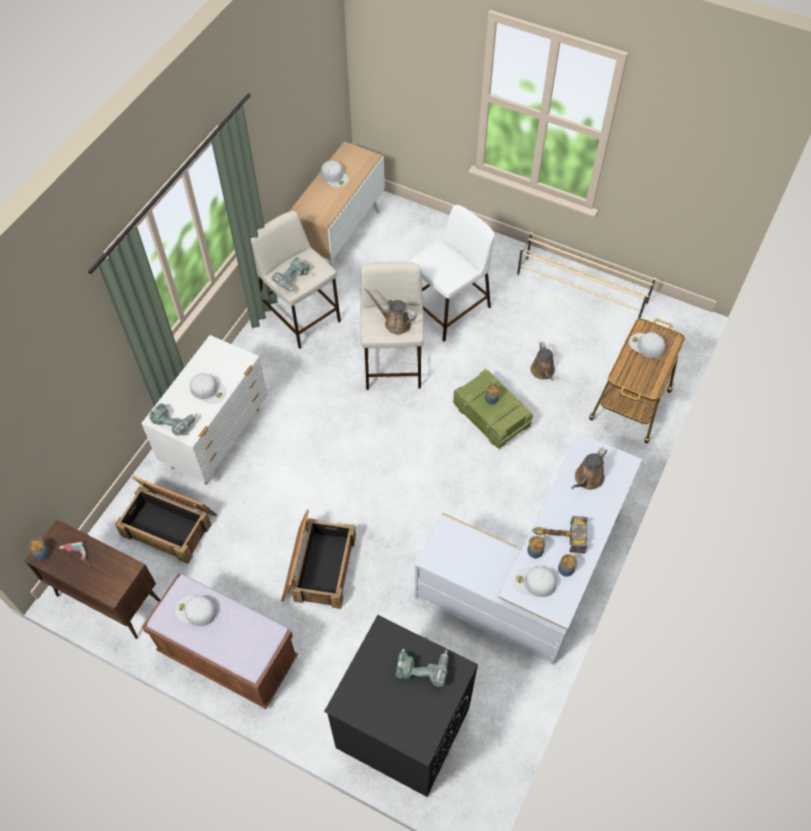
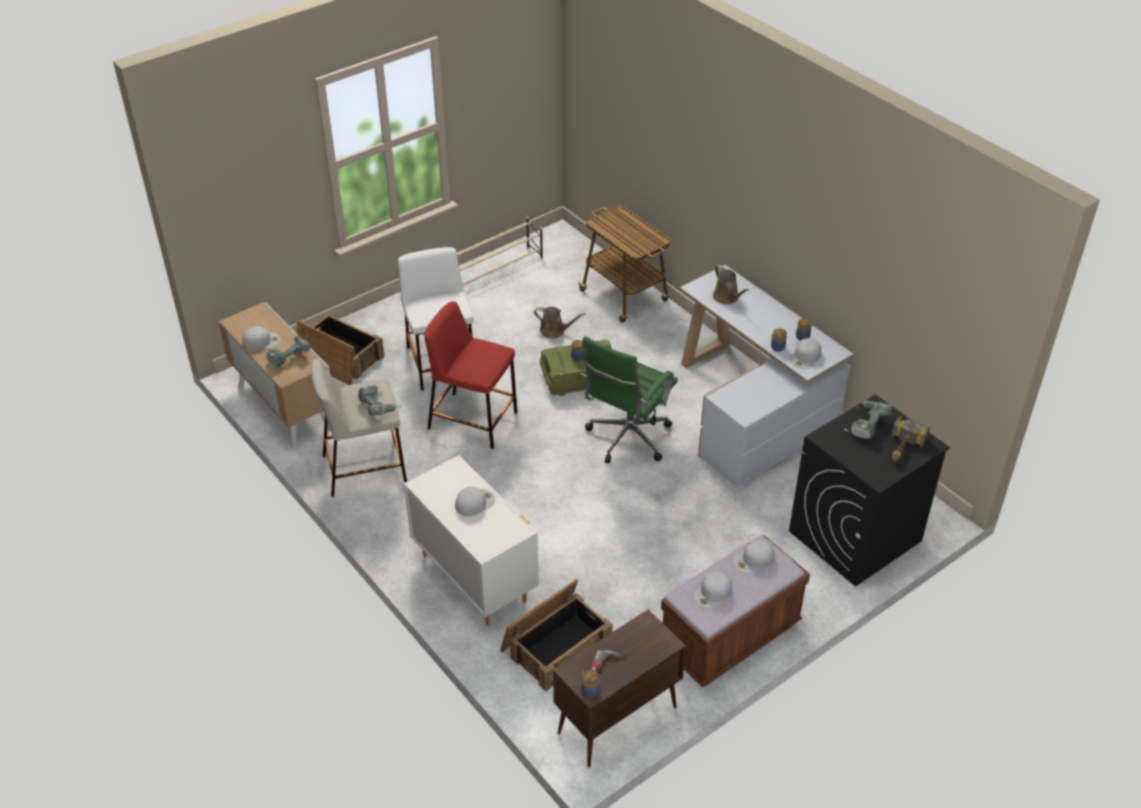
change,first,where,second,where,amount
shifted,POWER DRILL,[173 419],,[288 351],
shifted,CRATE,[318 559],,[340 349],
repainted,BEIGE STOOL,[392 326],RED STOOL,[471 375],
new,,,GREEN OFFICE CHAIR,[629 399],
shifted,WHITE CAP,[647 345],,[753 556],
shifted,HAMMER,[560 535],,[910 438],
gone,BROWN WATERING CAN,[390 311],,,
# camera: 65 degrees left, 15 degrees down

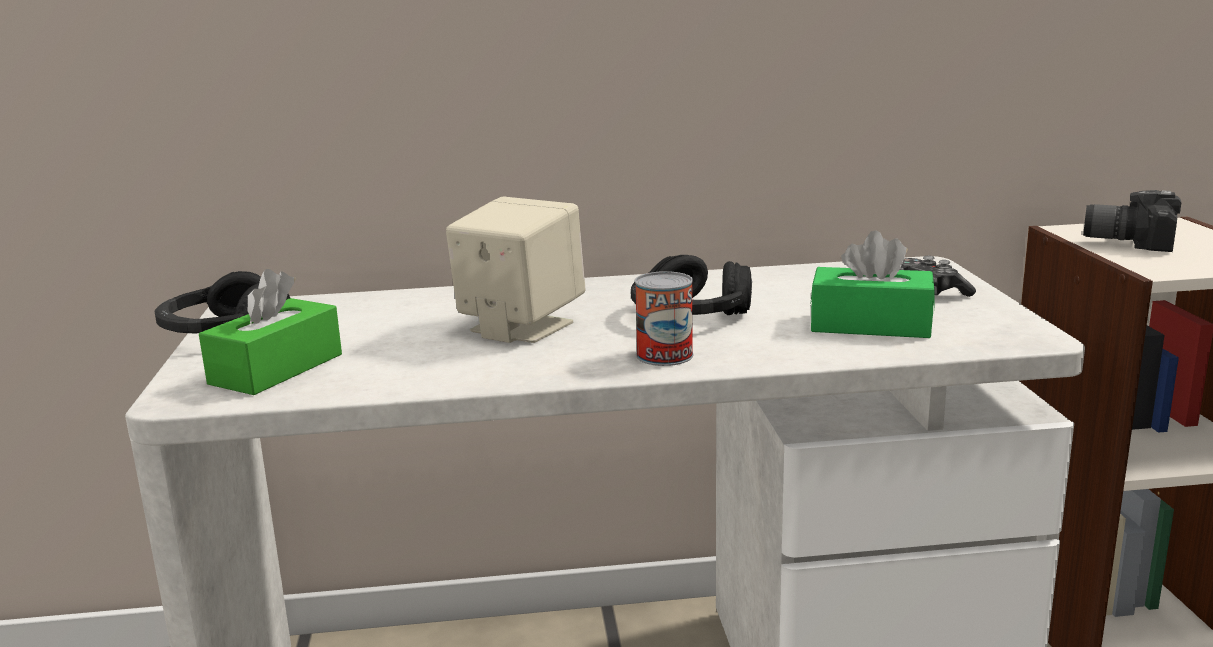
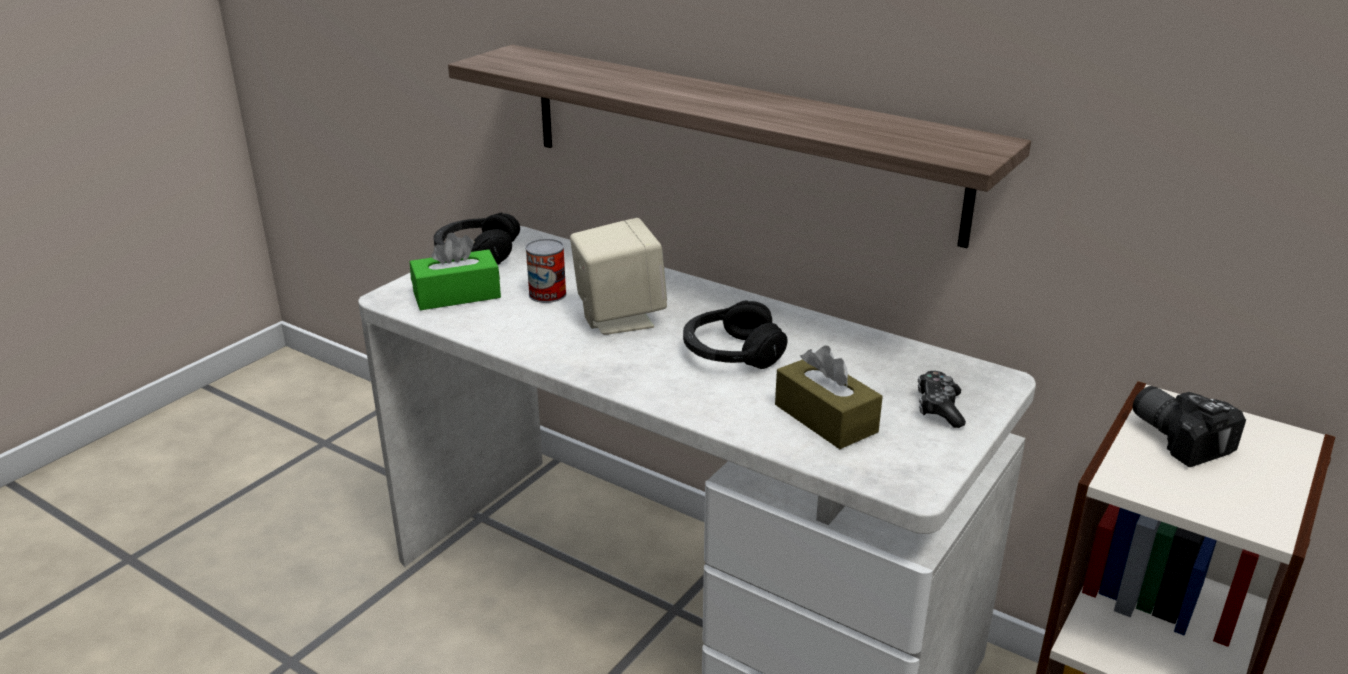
change,first,where,second,where,amount
new,,,SHELF,[739 146],
shifted,CAN,[664 318],,[546 270],
repainted,GREEN TISSUE BOX,[872 284],BROWN TISSUE BOX,[829 397],
# camera: 40 degrees right, 10 degrees up

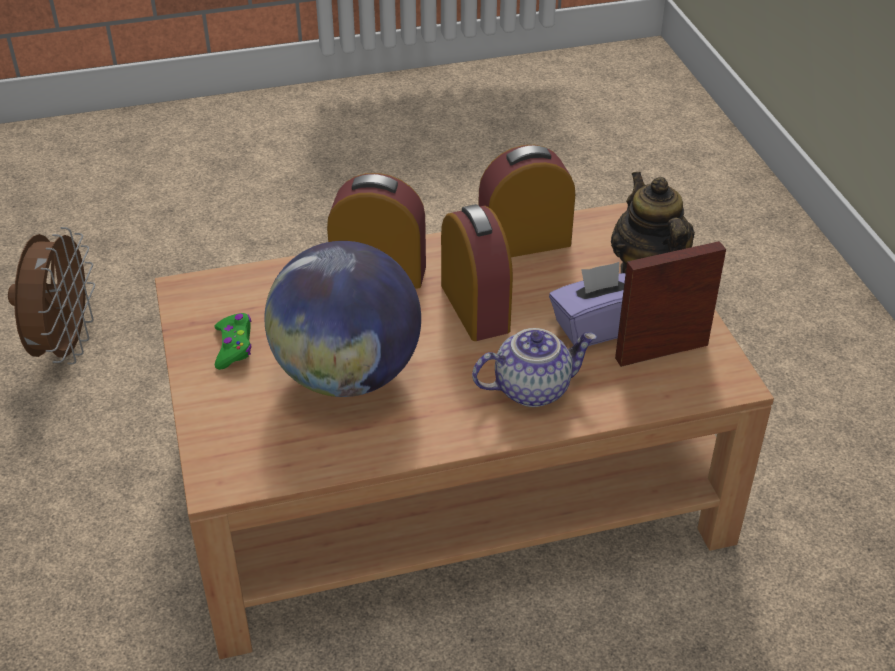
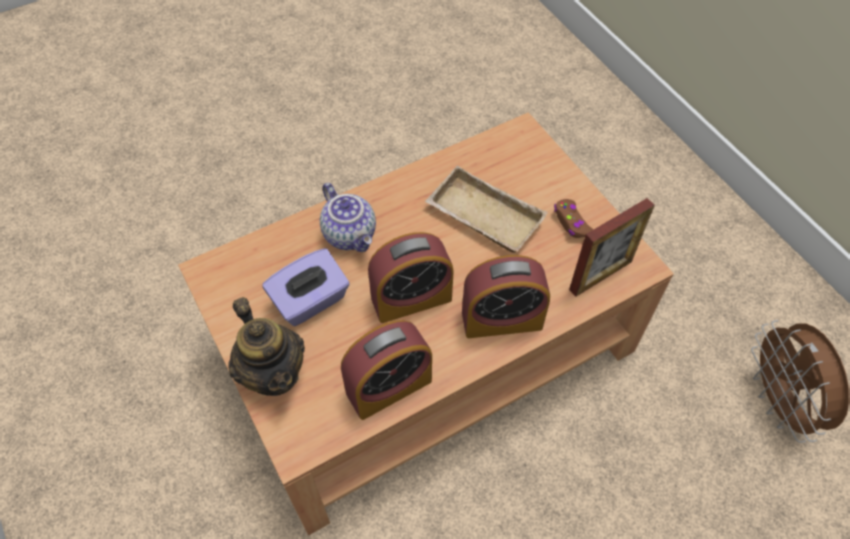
change,first,where,second,where,amount
rotated,TEAPOT,[534 367],,[348 217],90 degrees counterclockwise
rotated,ALARM CLOCK,[477 272],,[411 277],75 degrees counterclockwise
swapped,GLOBE,[342 319],BEIGE TRAY,[486 209],
repainted,GREEN GAME CONTROLLER,[233 341],BROWN GAME CONTROLLER,[573 218],
shifted,PICTURE FRAME,[670 304],,[612 247],
# camera: 165 degrees right, 15 degrees up

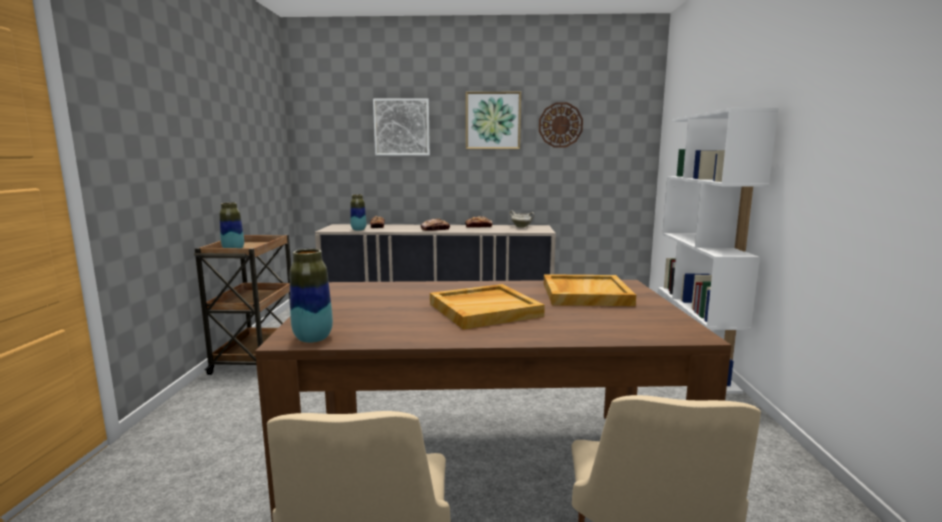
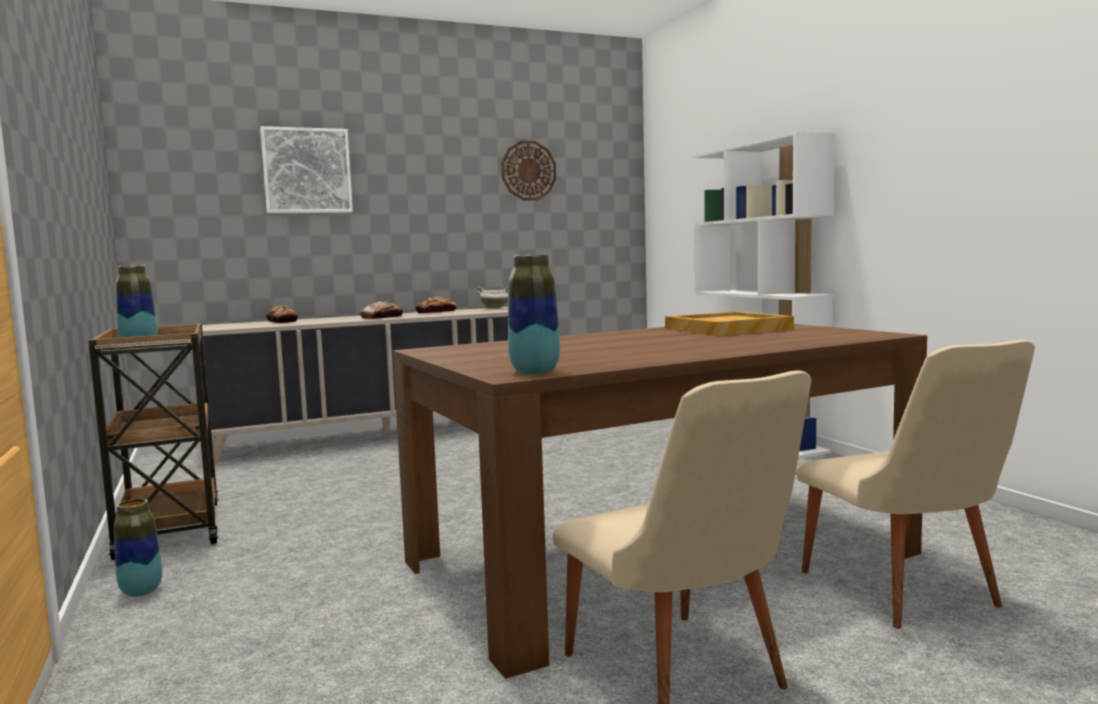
change,first,where,second,where,amount
shifted,VASE,[358 212],,[138 548],
gone,BEIGE TRAY,[487 307],,,
gone,PICTURE,[493 120],,,
# camera: 25 degrees left, 5 degrees down

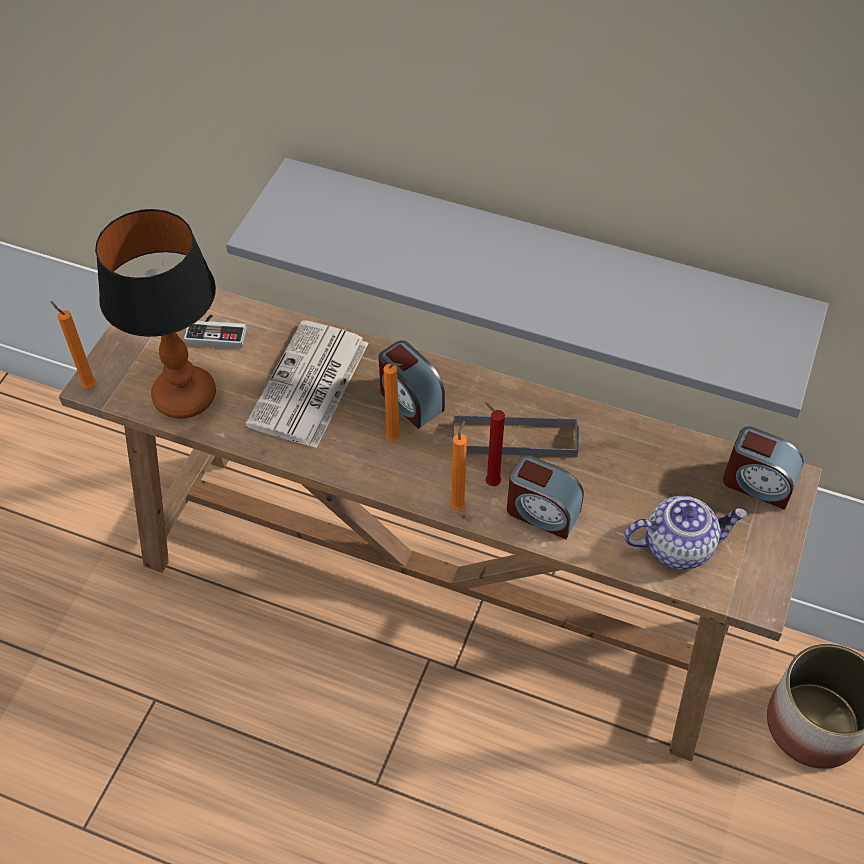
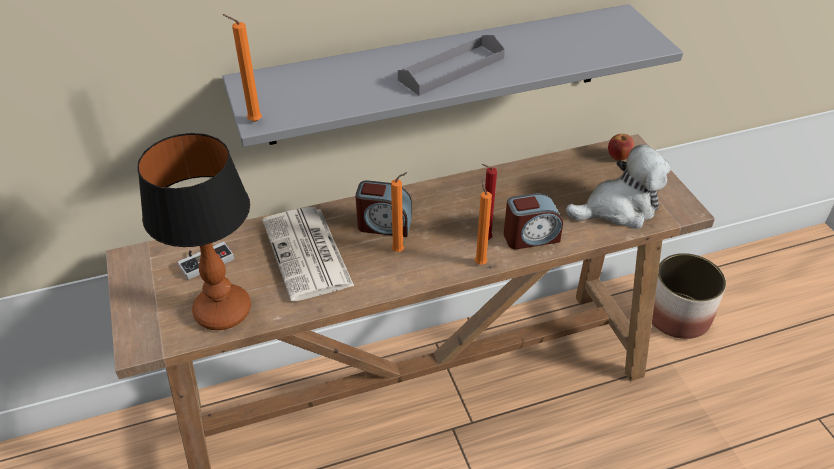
change,first,where,second,where,amount
shifted,ORANGE CANDLE,[73 345],,[242 68],
shifted,GREY TRAY,[515 435],,[451 65],
swapped,TEAPOT,[685 532],PLUSH TOY,[617 186],
swapped,ALARM CLOCK,[763 468],APPLE,[621 147],
# camera: 40 degrees left, 10 degrees down

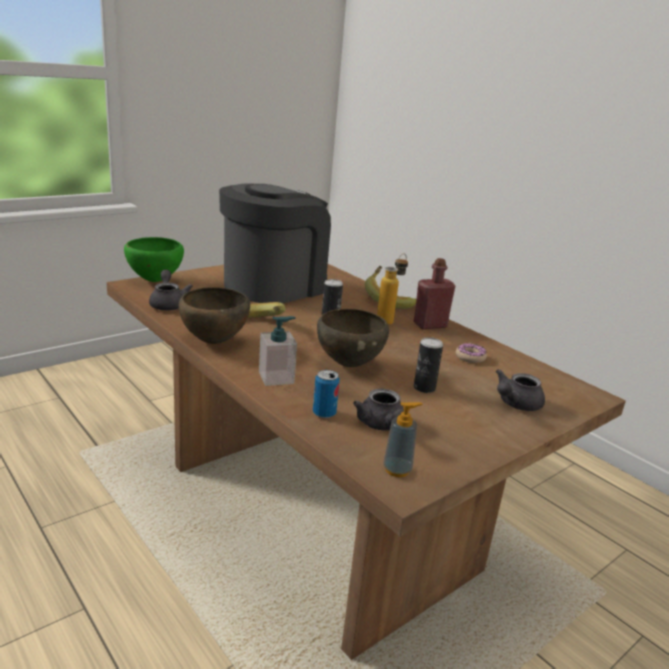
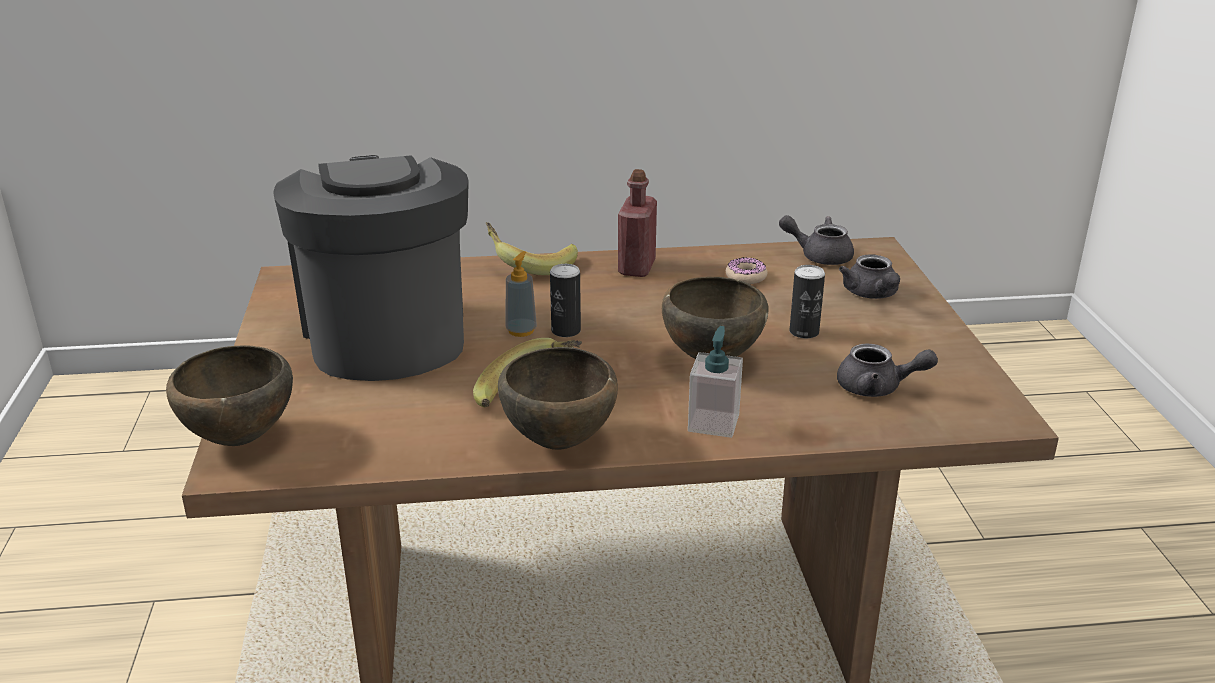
change,first,where,second,where,amount
repainted,GREEN BOWL,[154 259],BROWN BOWL,[229 395],
shifted,SOAP DISPENSER,[403 439],,[521 294],
shifted,GREY TEAPOT,[171 290],,[816 240],
gone,CAN,[326 394],,,
gone,BOTTLE,[392 289],,,
# camera: 55 degrees left, 5 degrees up

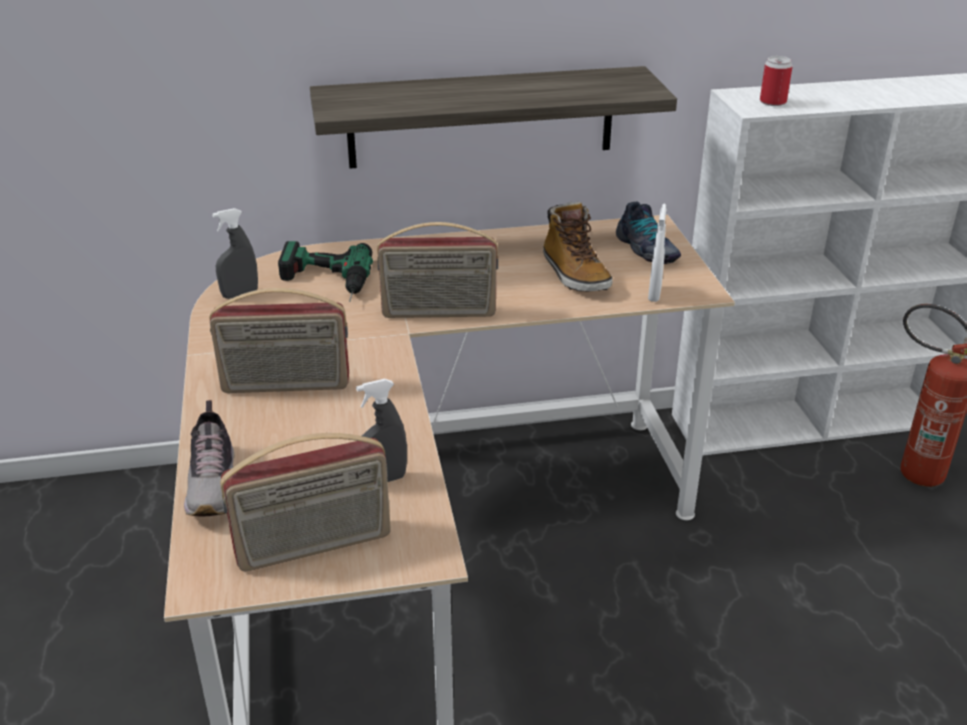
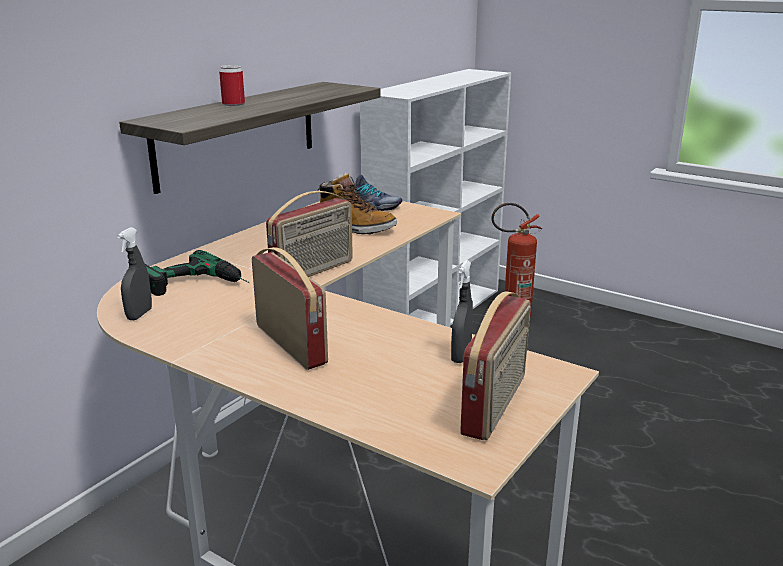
change,first,where,second,where,amount
shifted,CAN,[776 81],,[232 85],
rotated,RADIO,[279 340],,[290 308],75 degrees counterclockwise
gone,SHOE,[209 458],,,
gone,WHITE SPRAY BOTTLE,[657 253],,,
# camera: 45 degrees left, 10 degrees down

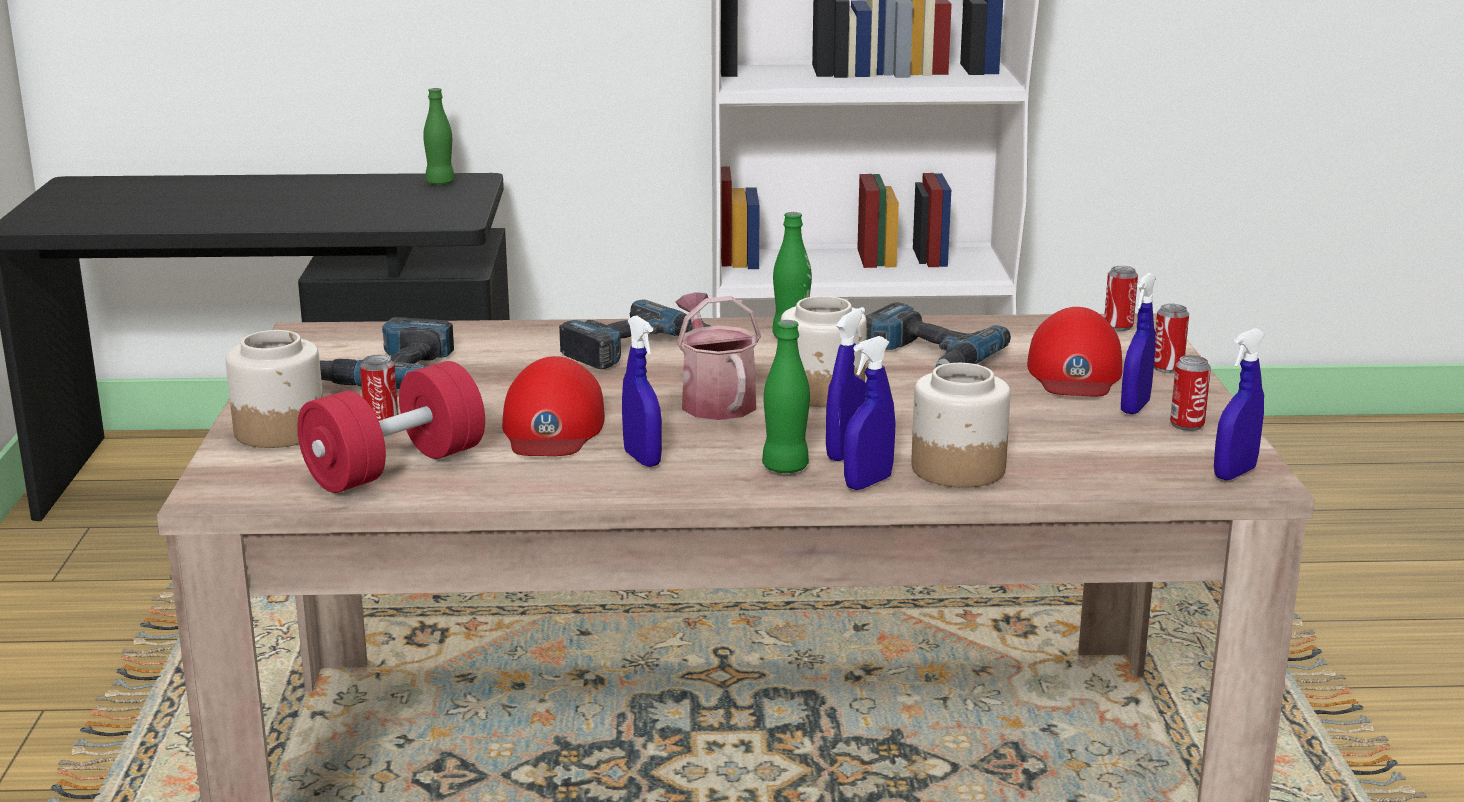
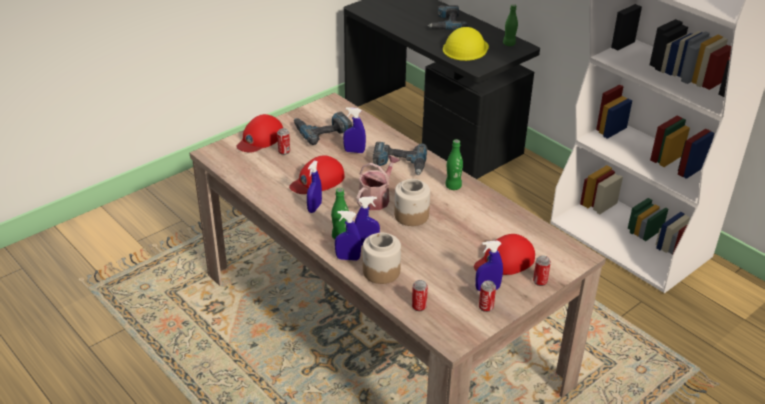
change,first,where,second,where,amount
swapped,JAR,[274 389],RED CAP,[259 133],
shifted,BLUE SPRAY BOTTLE,[1239 404],,[354 130],
shifted,CAN,[1121 298],,[420 295],
shifted,POWER DRILL,[938 335],,[448 17],
new,,,YELLOW HARD HAT,[466 44],
gone,RED DUMBBELL,[391 427],,,
# camera: 50 degrees right, 15 degrees up

